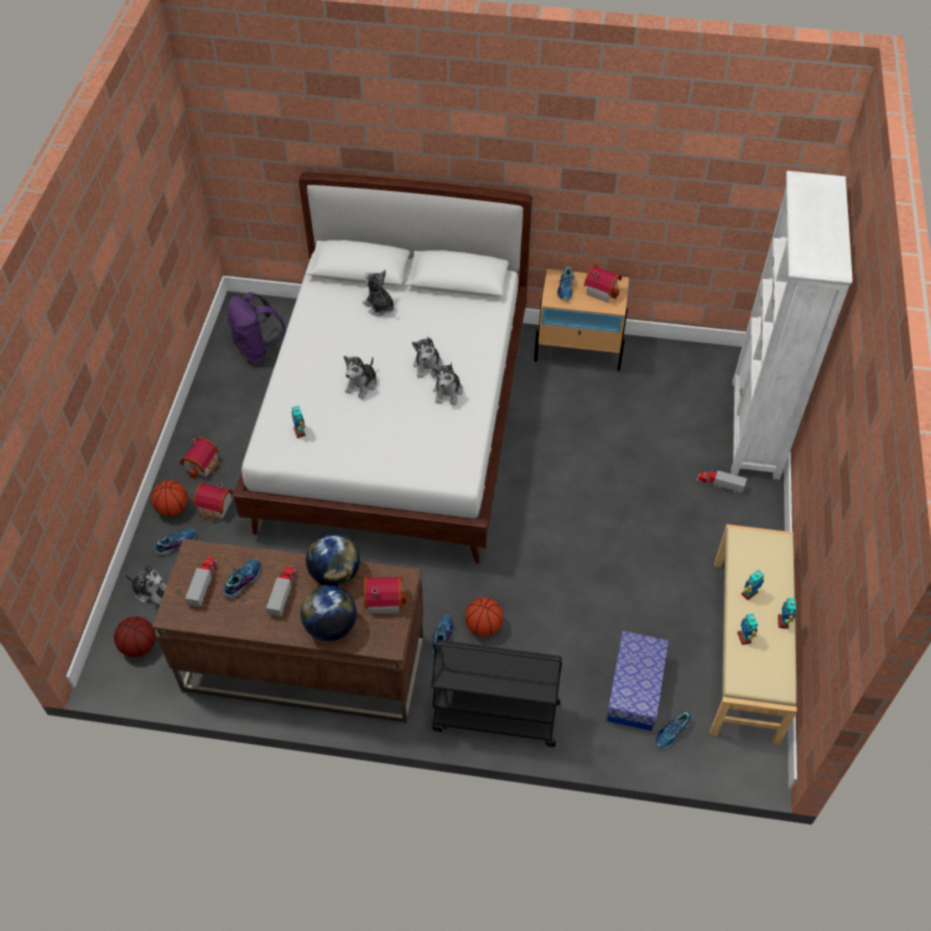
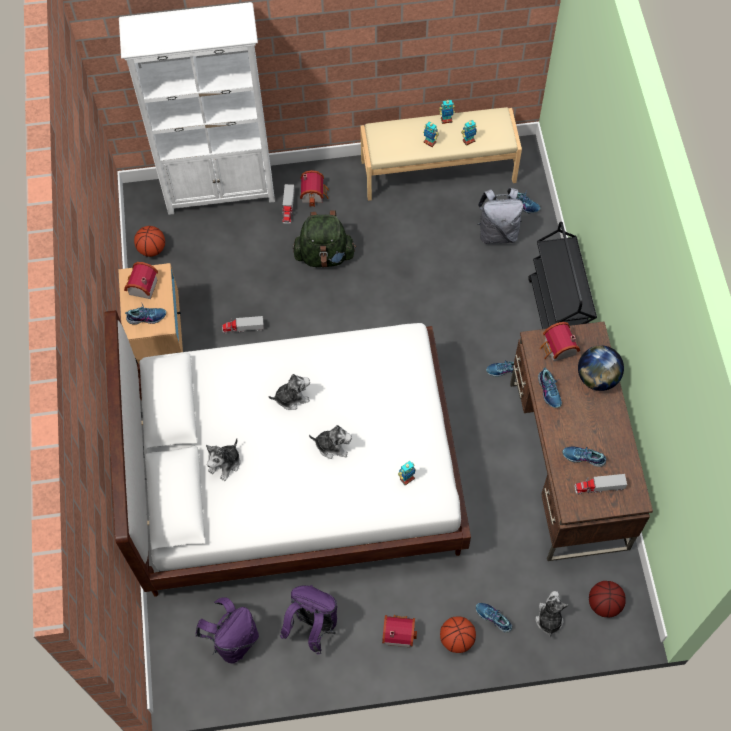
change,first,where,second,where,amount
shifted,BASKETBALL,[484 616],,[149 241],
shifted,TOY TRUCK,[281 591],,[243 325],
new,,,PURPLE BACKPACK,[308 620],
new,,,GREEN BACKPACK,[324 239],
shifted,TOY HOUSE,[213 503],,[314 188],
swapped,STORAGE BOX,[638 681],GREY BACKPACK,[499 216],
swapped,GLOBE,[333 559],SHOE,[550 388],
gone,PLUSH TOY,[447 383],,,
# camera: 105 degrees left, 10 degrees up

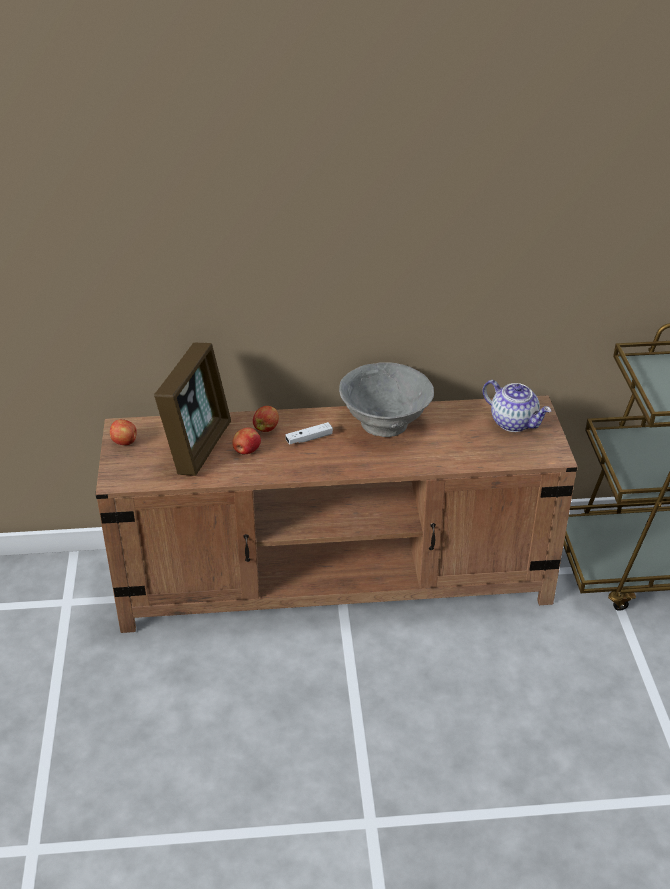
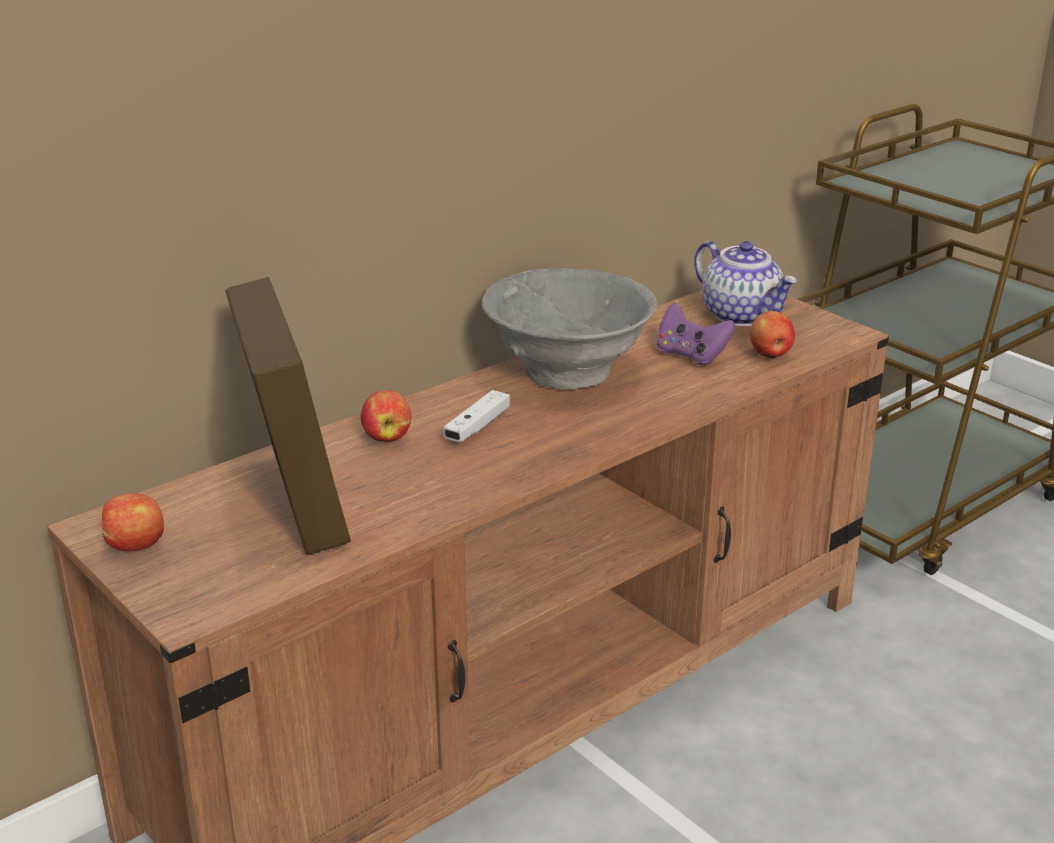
change,first,where,second,where,amount
new,,,PURPLE GAME CONTROLLER,[696 334],
rotated,TEAPOT,[517 406],,[745 283],45 degrees clockwise
shifted,APPLE,[246 440],,[772 334],
# camera: 35 degrees left, 10 degrees down

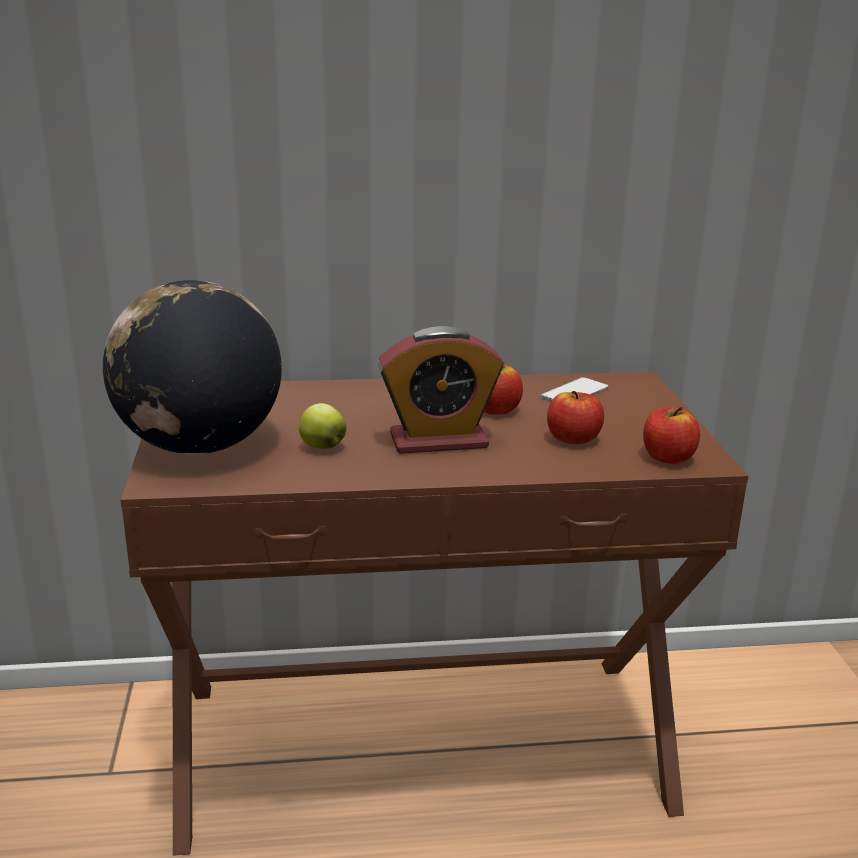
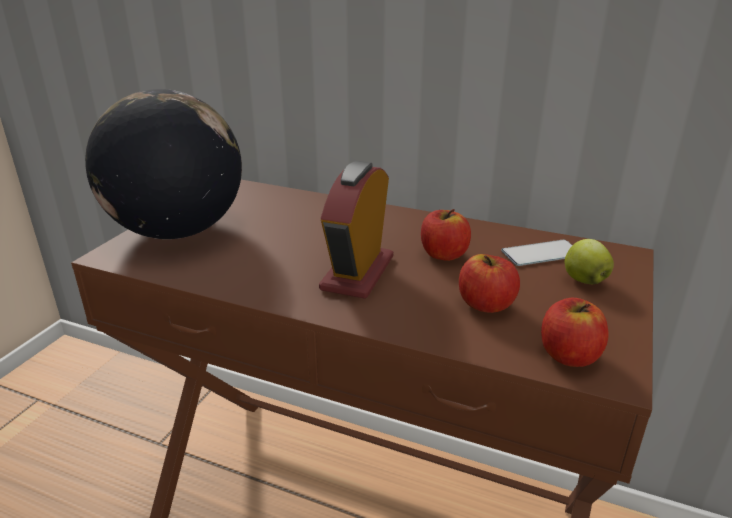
change,first,where,second,where,amount
rotated,ALARM CLOCK,[440 390],,[356 230],90 degrees clockwise
shifted,APPLE,[322 426],,[589 261],
# camera: 30 degrees right, 5 degrees up

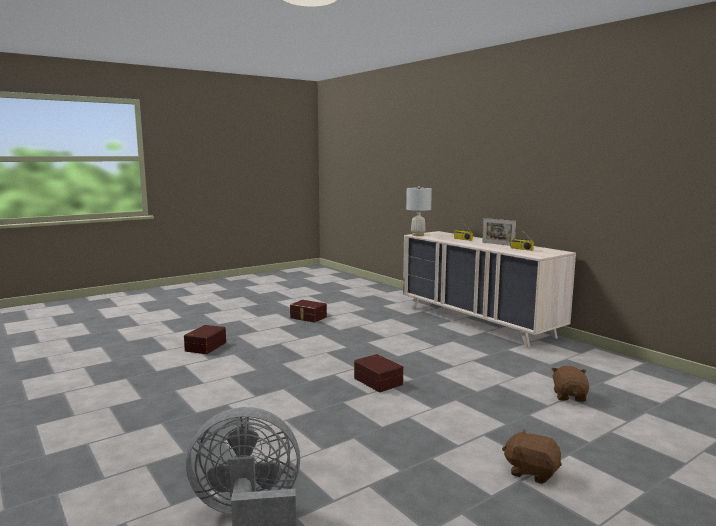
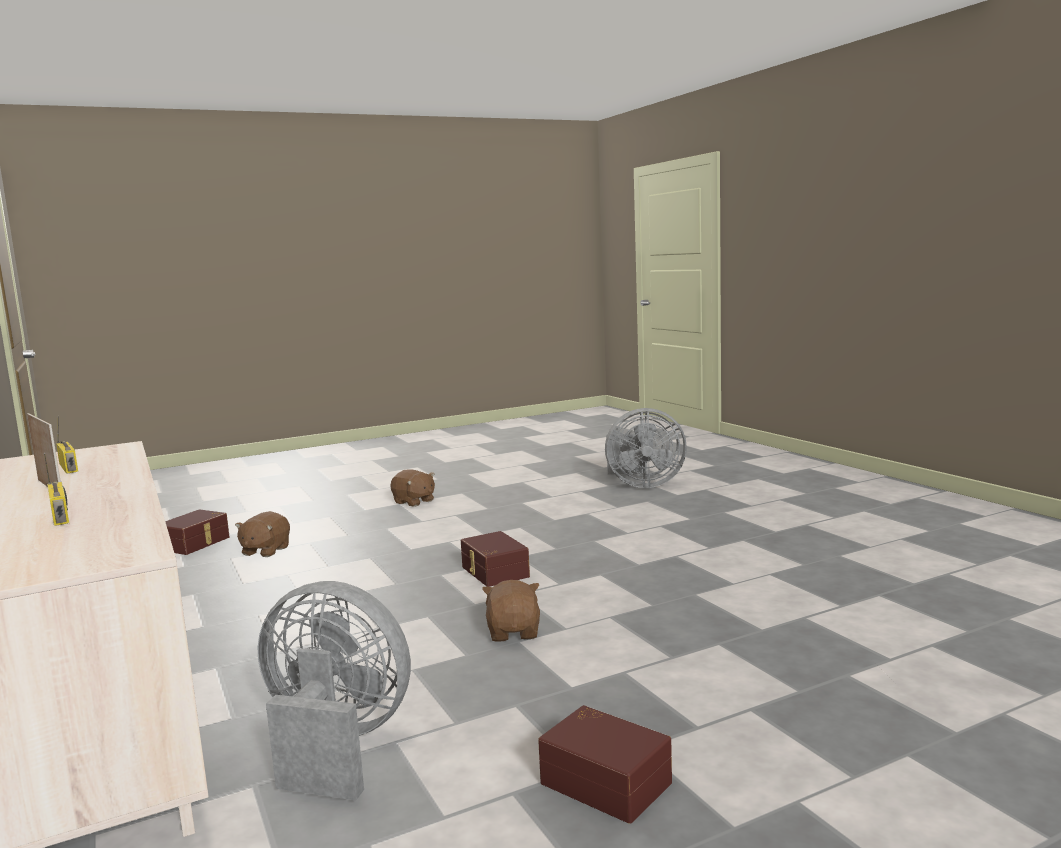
change,first,where,second,where,amount
shifted,BROWN STORAGE BOX,[205 339],,[197 532],
new,,,GREY FAN,[334 690],
new,,,BROWN PLUSH TOY,[511 611],
gone,WHITE TABLE LAMP,[419 211],,,
# camera: 170 degrees left, 0 degrees up

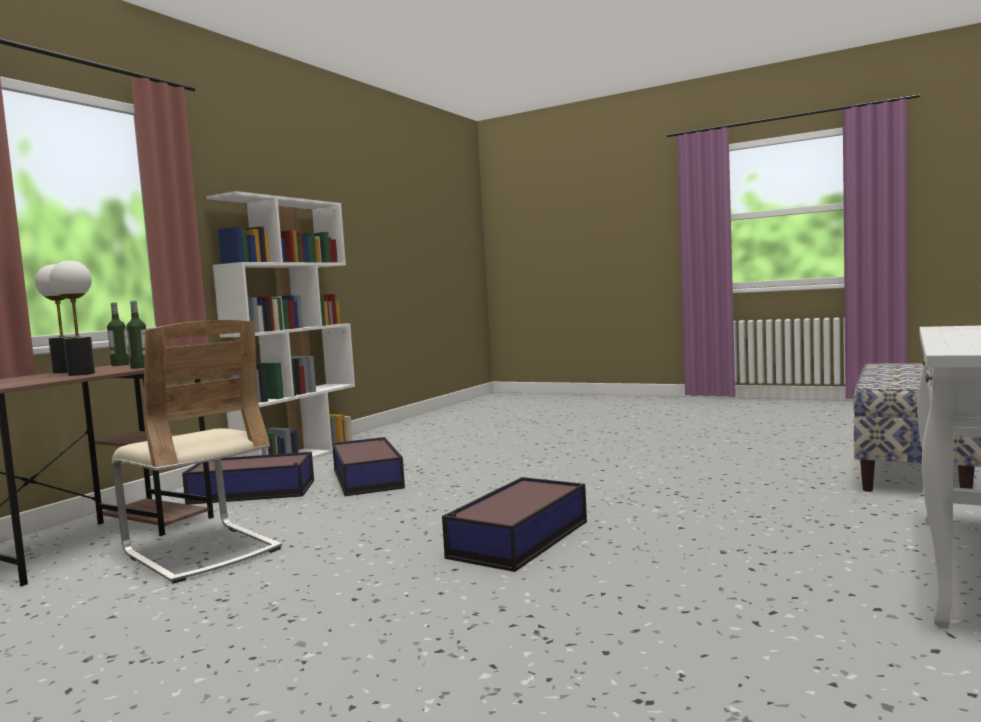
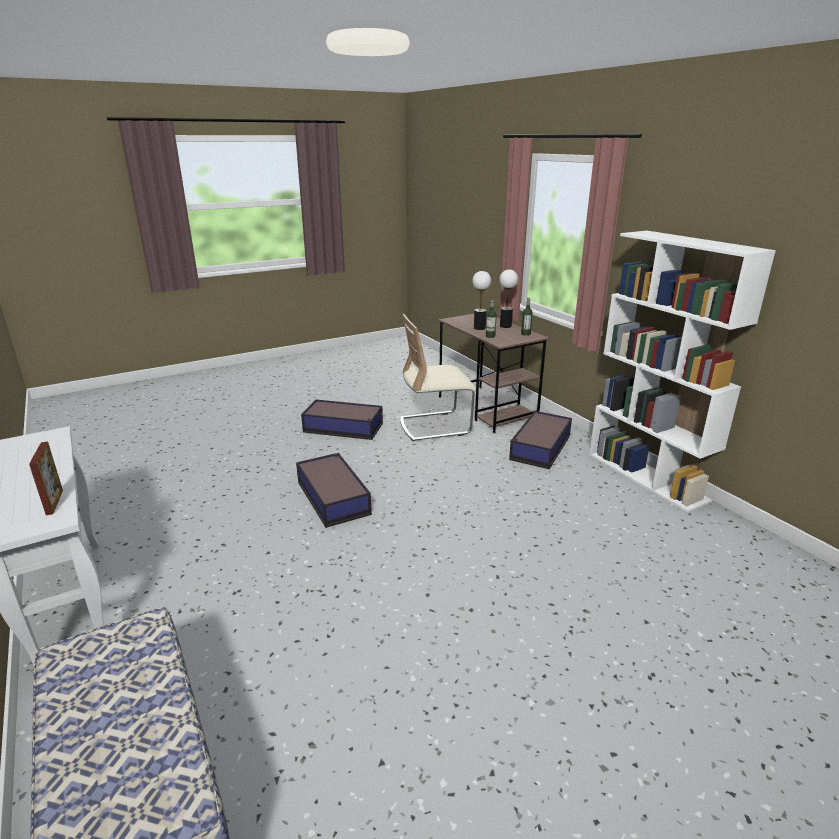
change,first,where,second,where,amount
new,,,PICTURE FRAME,[46 478],
shifted,STORAGE BOX,[368 466],,[342 420],
# camera: 120 degrees right, 20 degrees up

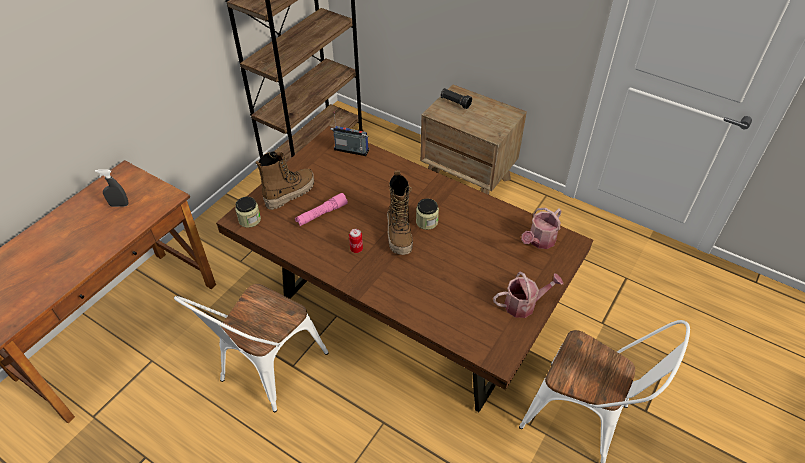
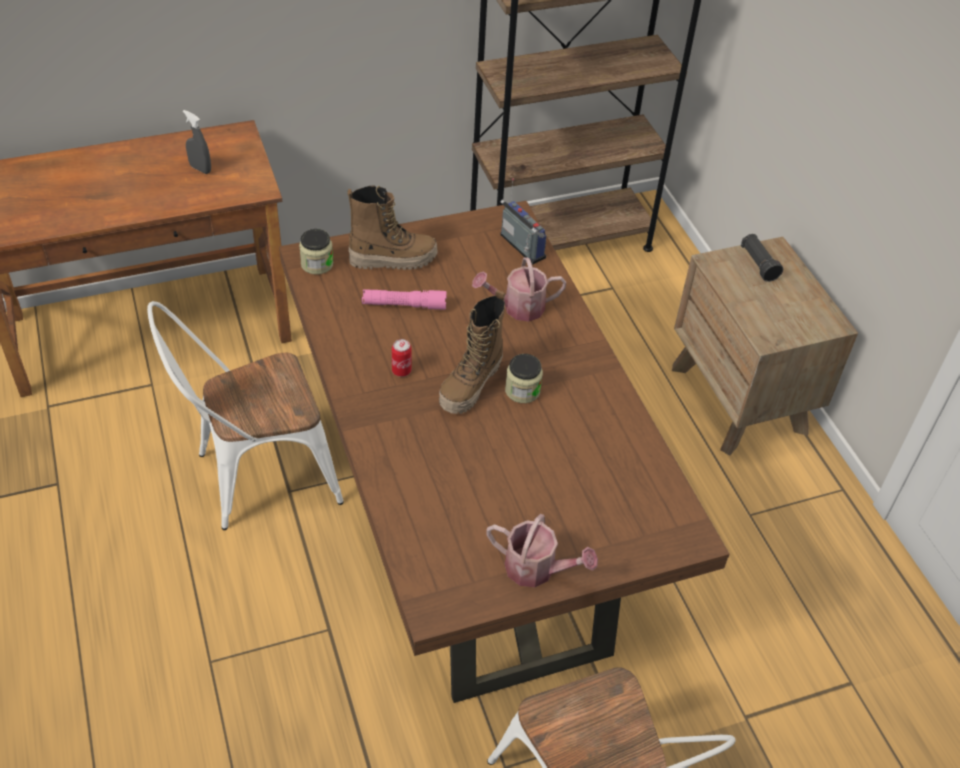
change,first,where,second,where,amount
shifted,WATERING CAN,[541 228],,[519 289],
# camera: 35 degrees right, 0 degrees up

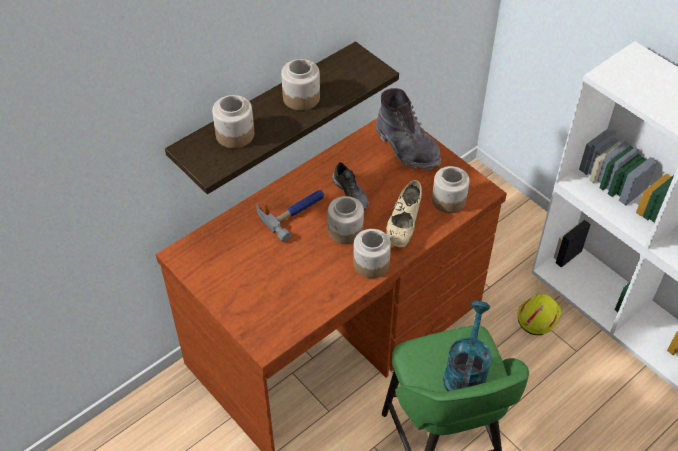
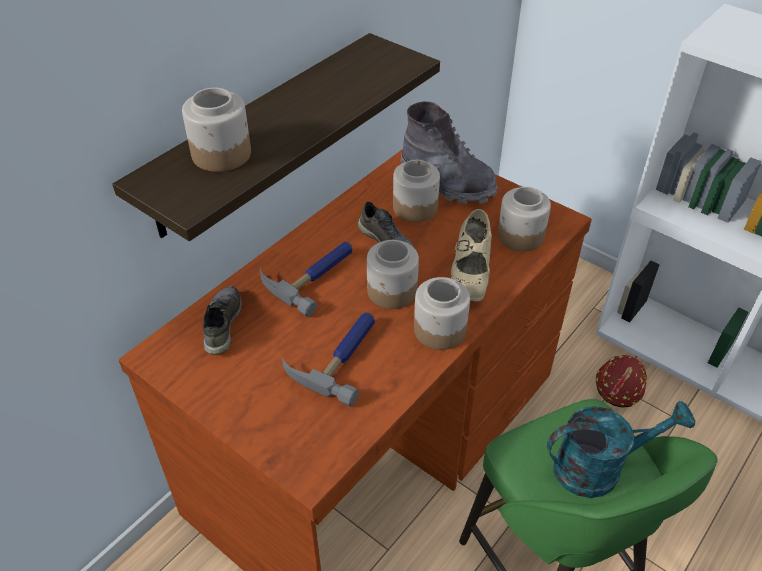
change,first,where,second,where,amount
new,,,GREY SHOE,[222 320],
new,,,HAMMER,[328 360],
shifted,JAR,[300 85],,[416 191],
rotated,TURQUOISE WATERING CAN,[467 345],,[621 449],75 degrees clockwise
repainted,YELLOW HARD HAT,[540 314],RED HARD HAT,[621 381],
# camera: 10 degrees left, 5 degrees down

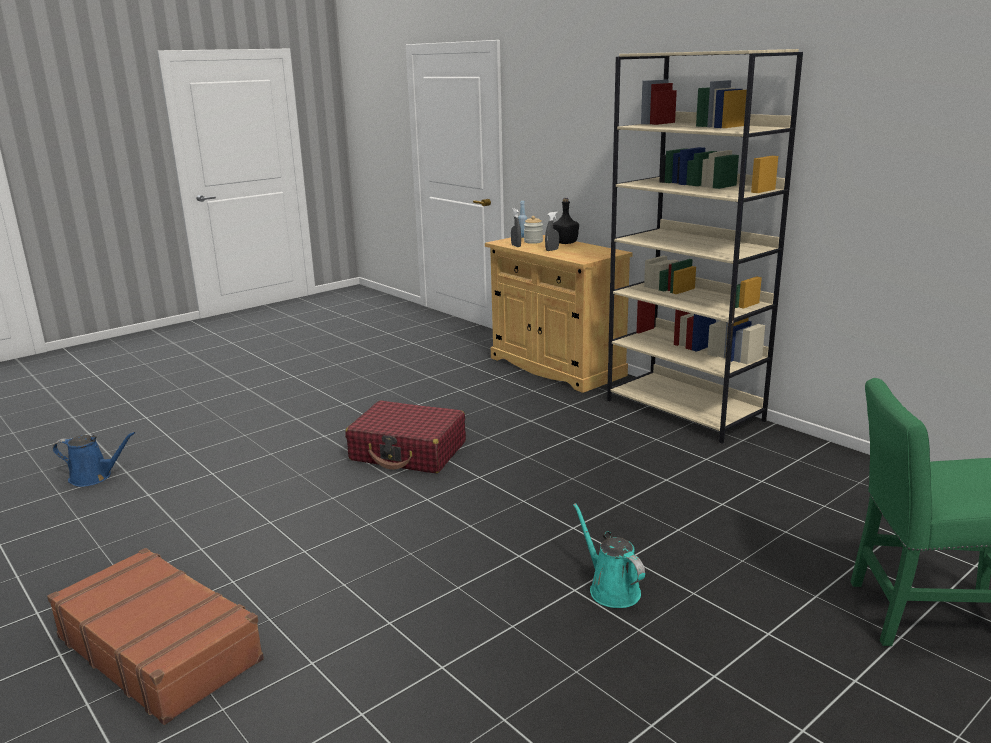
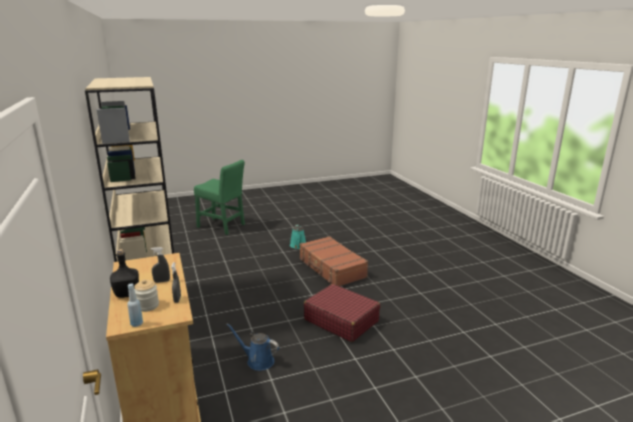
change,first,where,second,where,amount
shifted,BLUE WATERING CAN,[94 459],,[252 347],
shifted,BROWN SUITCASE,[155 636],,[333 261],
# camera: 160 degrees left, 0 degrees up

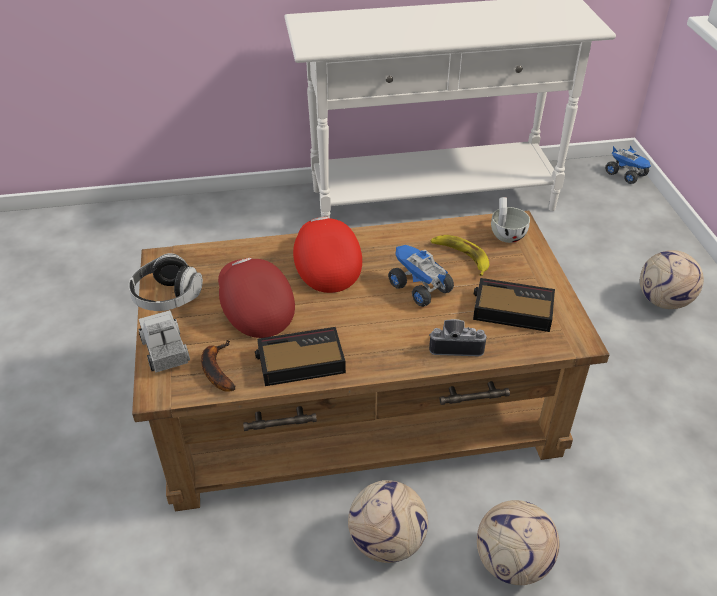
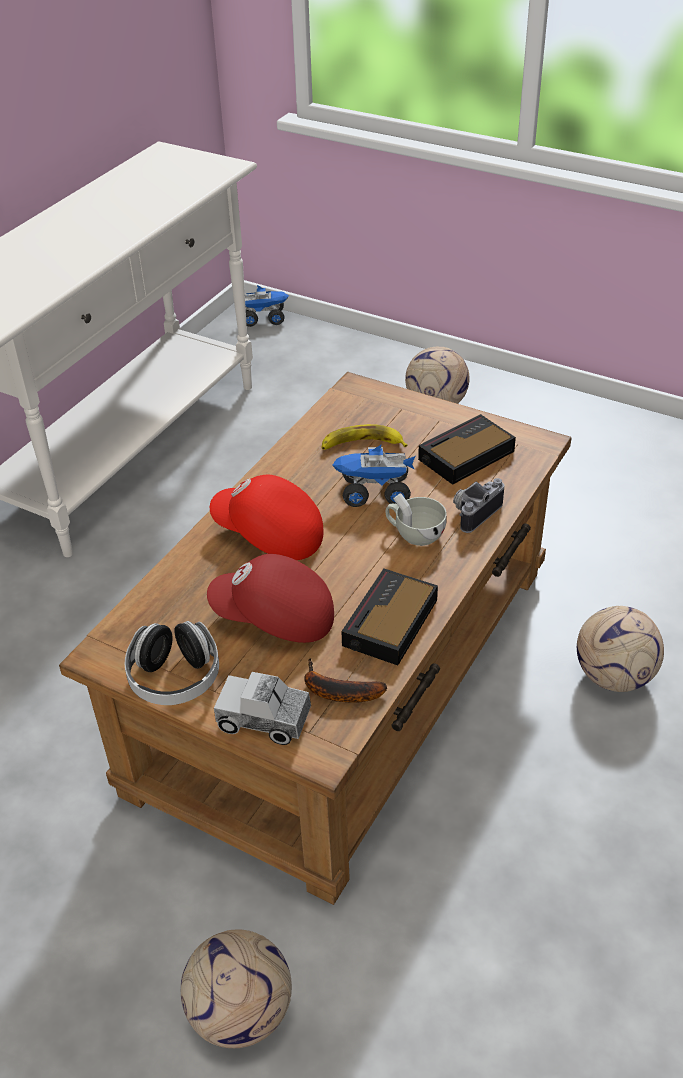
change,first,where,second,where,amount
shifted,FOOTBALL,[388 521],,[236 989],
shifted,WHITE CUP,[510 220],,[416 519],
# camera: 50 degrees left, 0 degrees up

